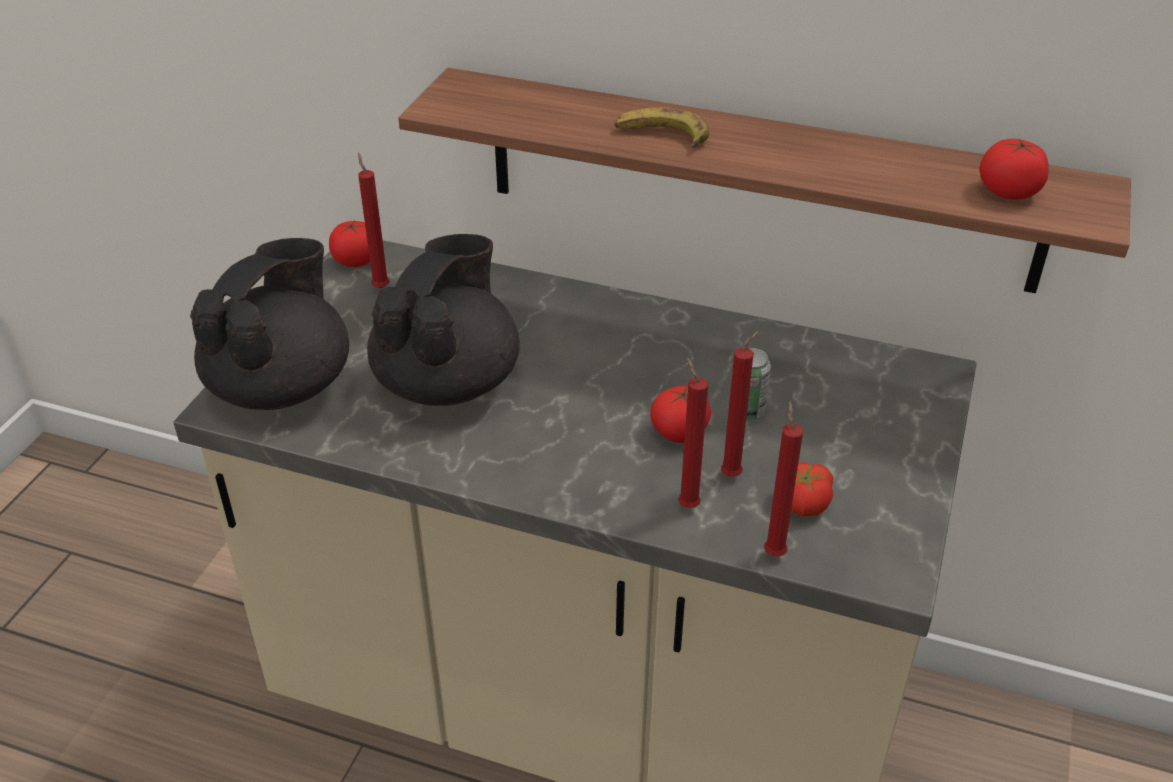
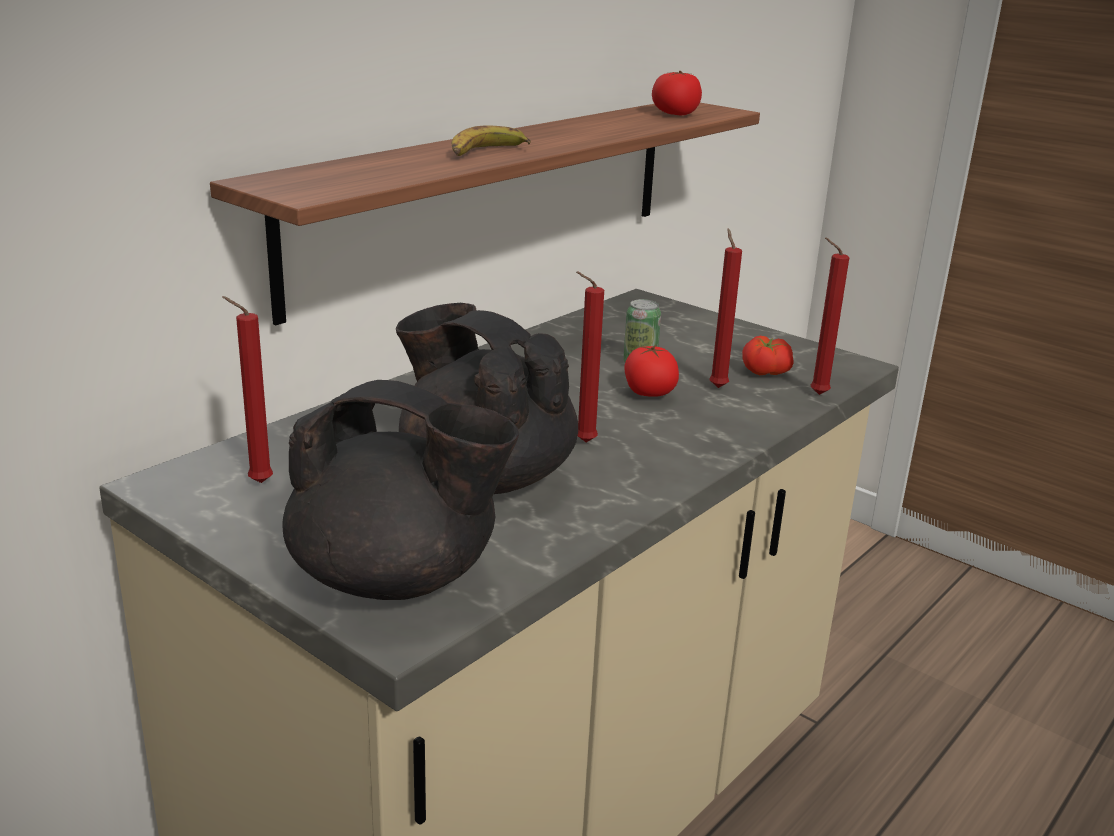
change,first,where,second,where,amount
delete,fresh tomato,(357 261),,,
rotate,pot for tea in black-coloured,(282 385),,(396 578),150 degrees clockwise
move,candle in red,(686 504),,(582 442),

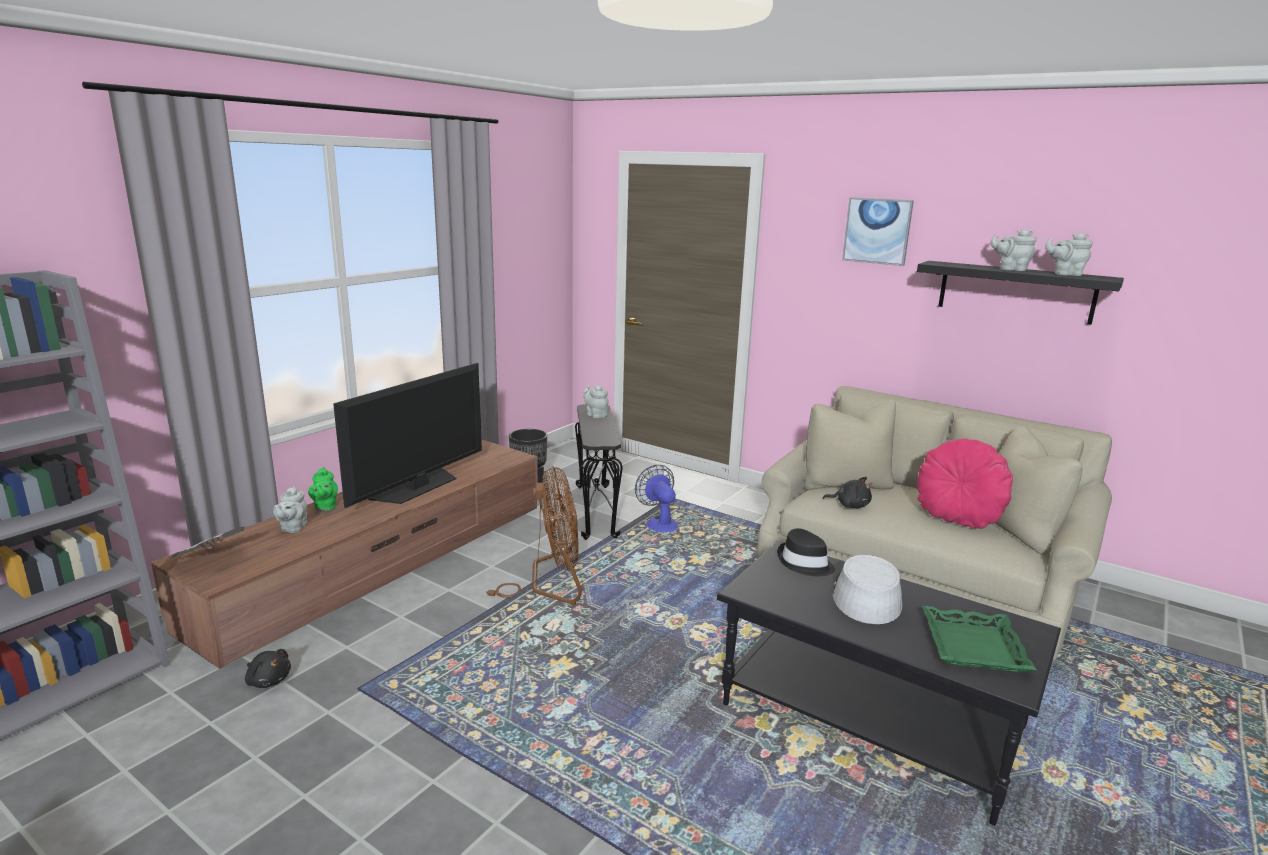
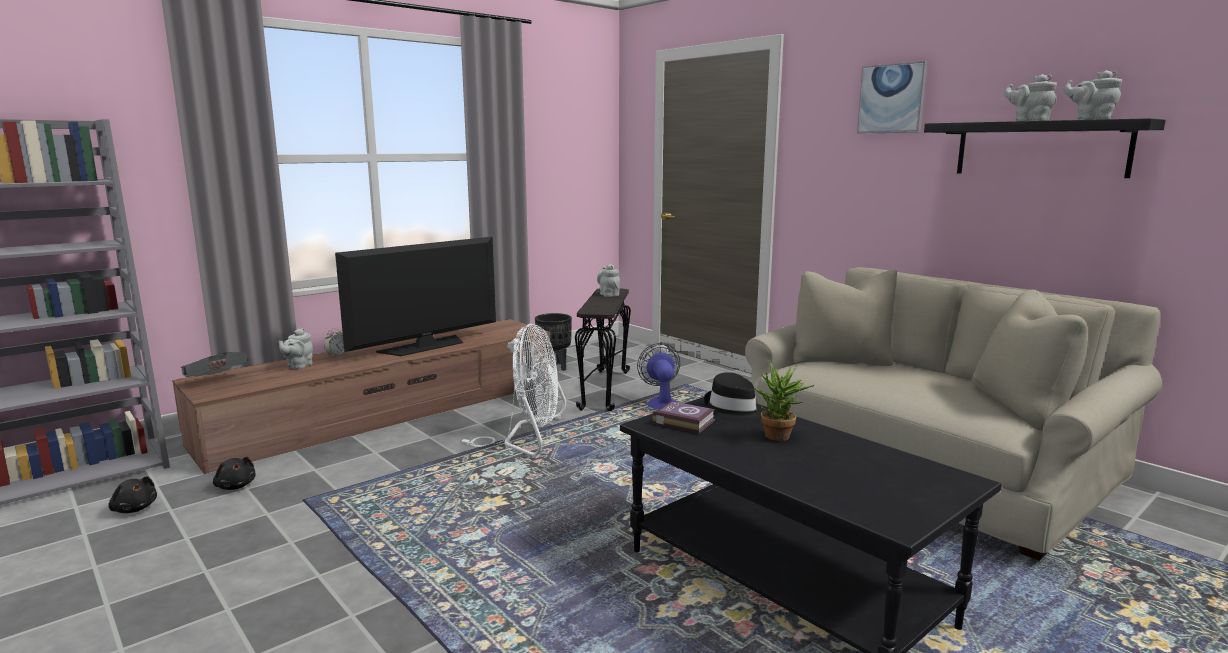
change,first,where,second,where,amount
delete,cushion in pinkish,(957 519),,,
recolor,fan in brown,(549 579),fan in white-coloured,(526 437),
replace,pot for tea in green,(325 507),alarm clock,(336 354),
move,soft toy in black-coloured,(850 505),,(134 509),
replace,hat in greyish,(865 596),houseplant,(780 438),
delete,tray in green,(974 646),,,
insert,,,book,(683 421),

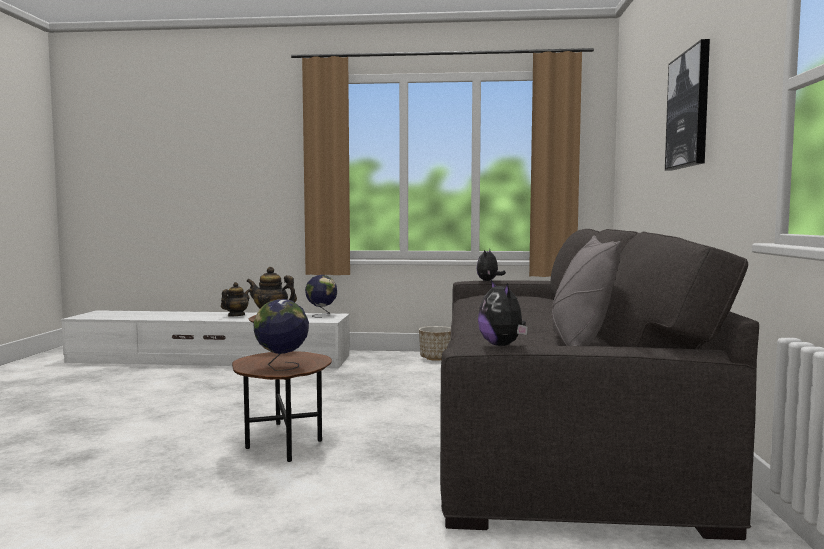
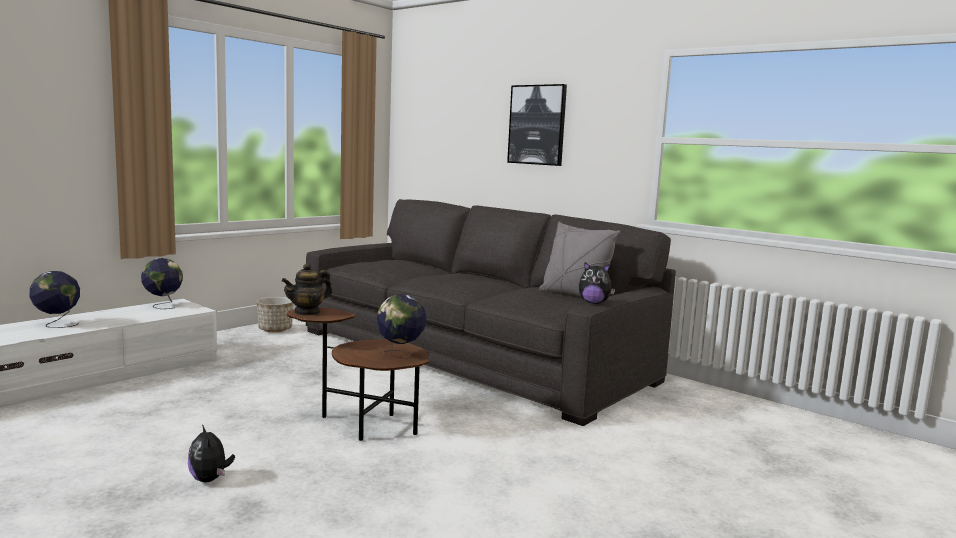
change,first,where,second,where,amount
move,soft toy,(488 281),,(210 479),
replace,pot for tea,(236 316),world globe,(57 324),

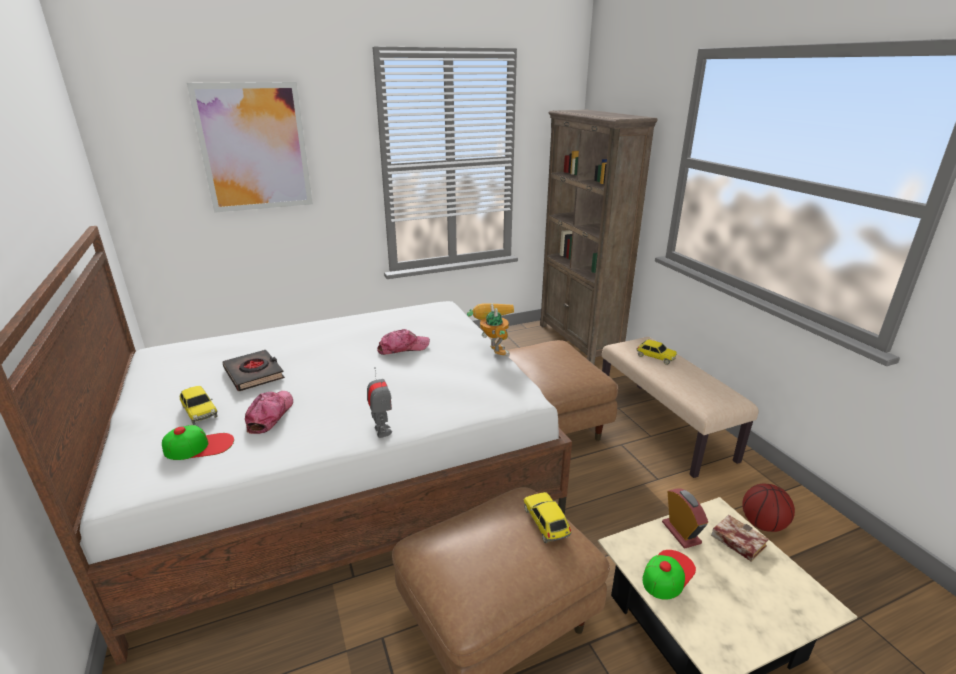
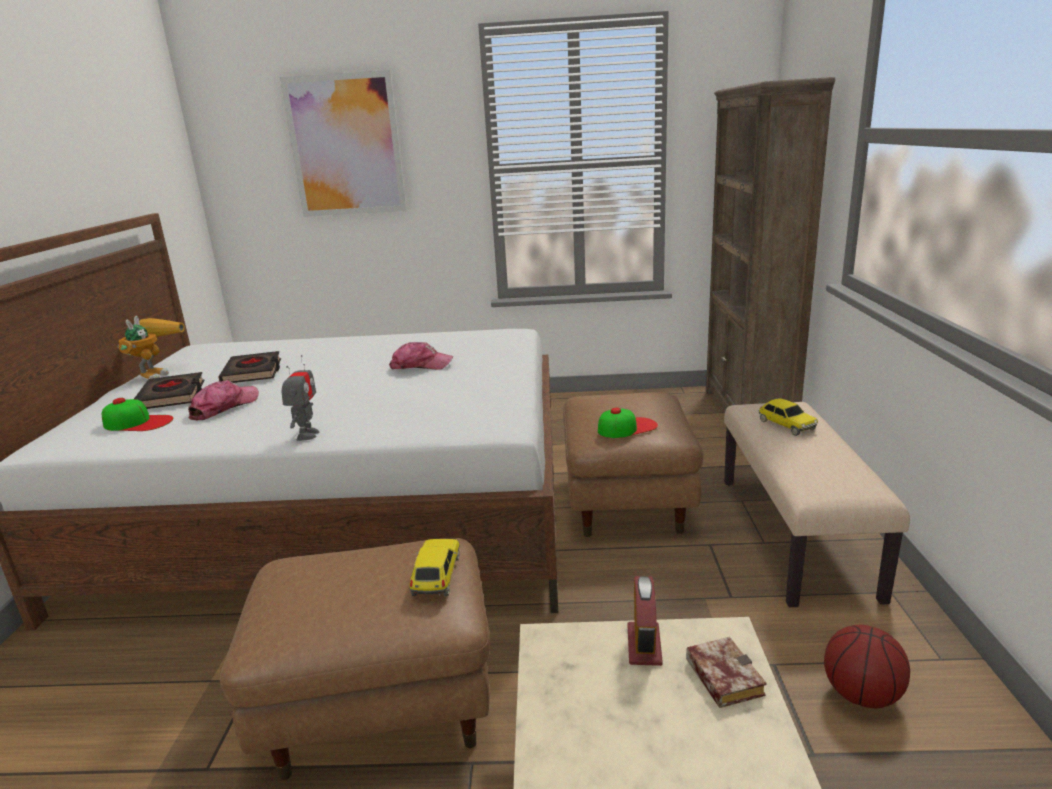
change,first,where,second,where,amount
move,model robot,(492 350),,(156 374),
replace,toy car,(199 411),book in black-coloured,(172 396),
move,baseball cap,(668 574),,(627 427),

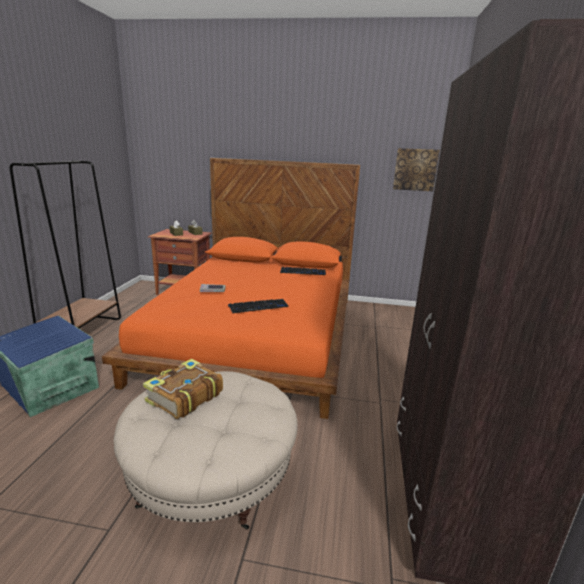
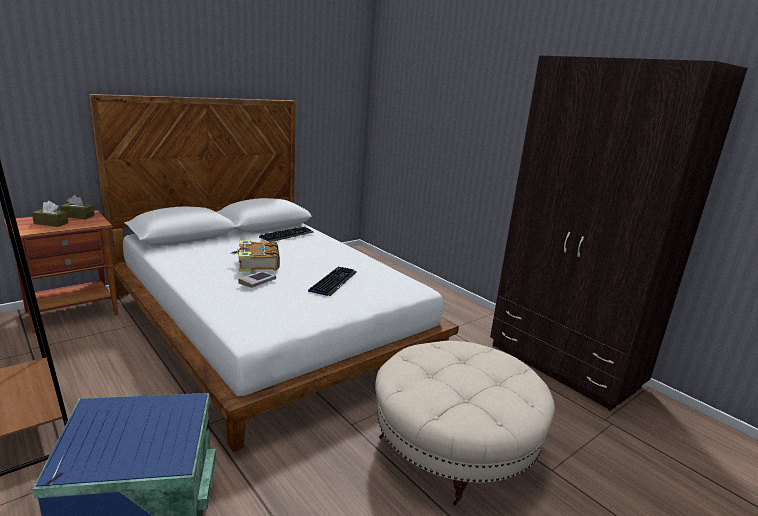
change,first,where,second,where,amount
delete,picture,(415 169),,,
recolor,bedroom bed in orangey,(257 335),bedroom bed in white-coloured,(270 324),
move,book,(183 397),,(257 264),

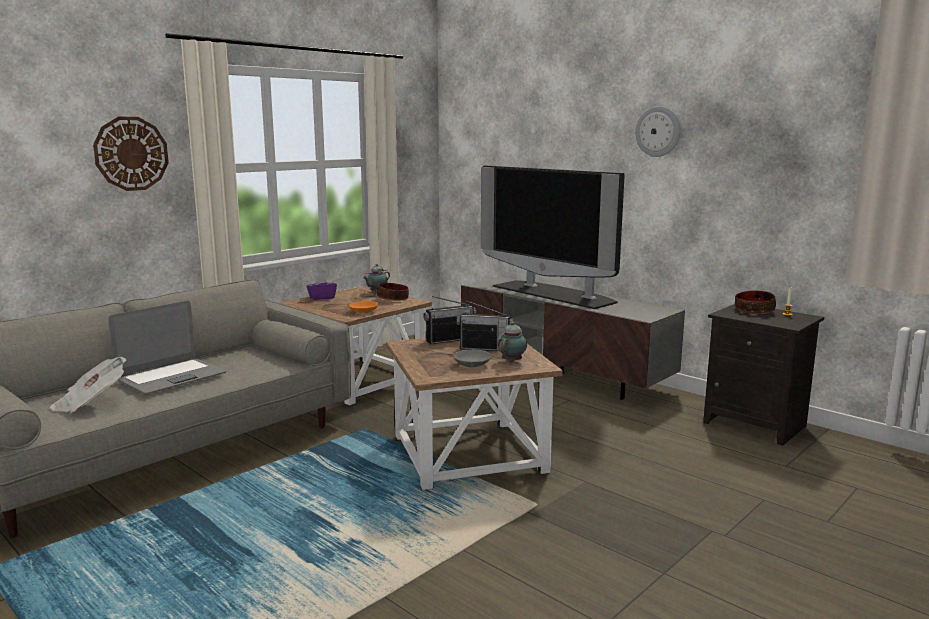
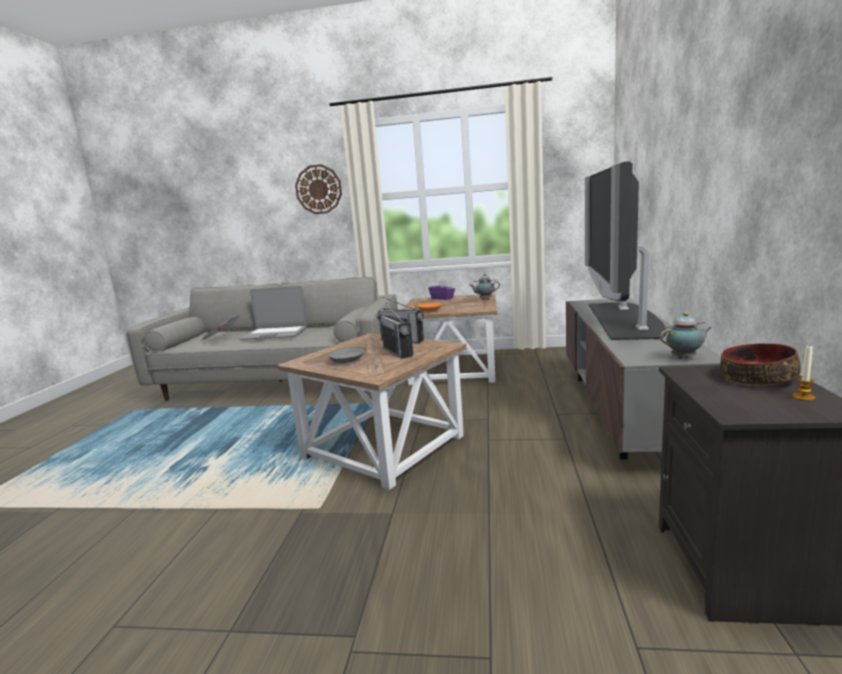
change,first,where,second,where,amount
delete,hanging clock,(658 131),,,
delete,bowl,(393 299),,,
move,pot for tea,(513 361),,(685 357),

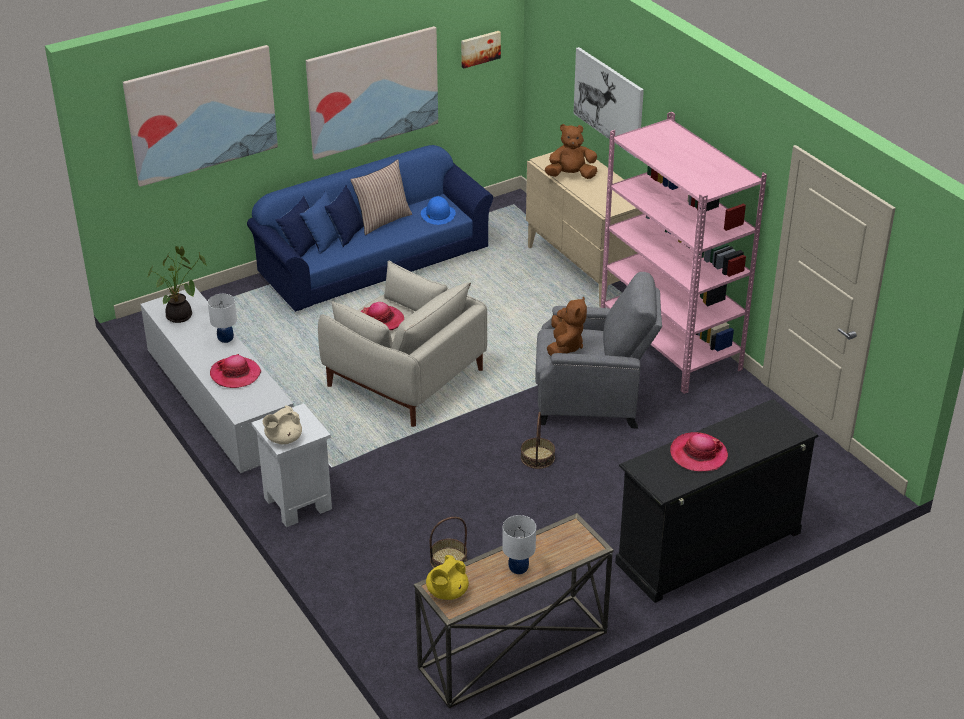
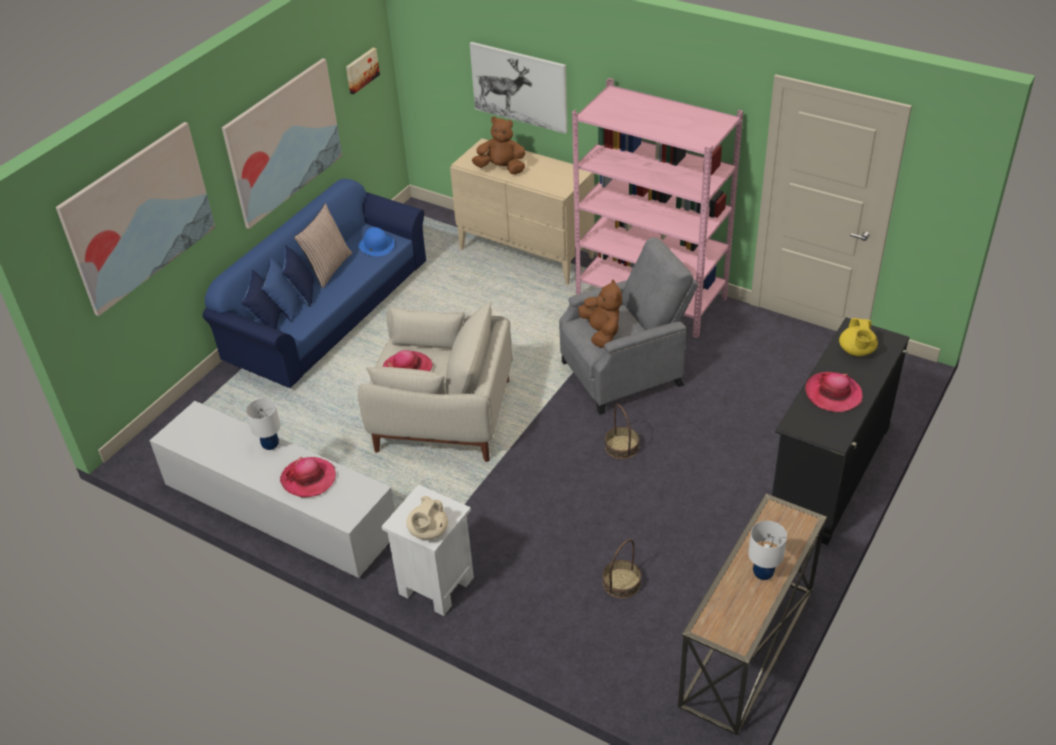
change,first,where,second,where,amount
rotate,soft toy in brown,(571 175),,(501 168),45 degrees clockwise
delete,houseplant,(181 317),,,
move,pot for tea in yellow-coloured,(447 593),,(856 351),

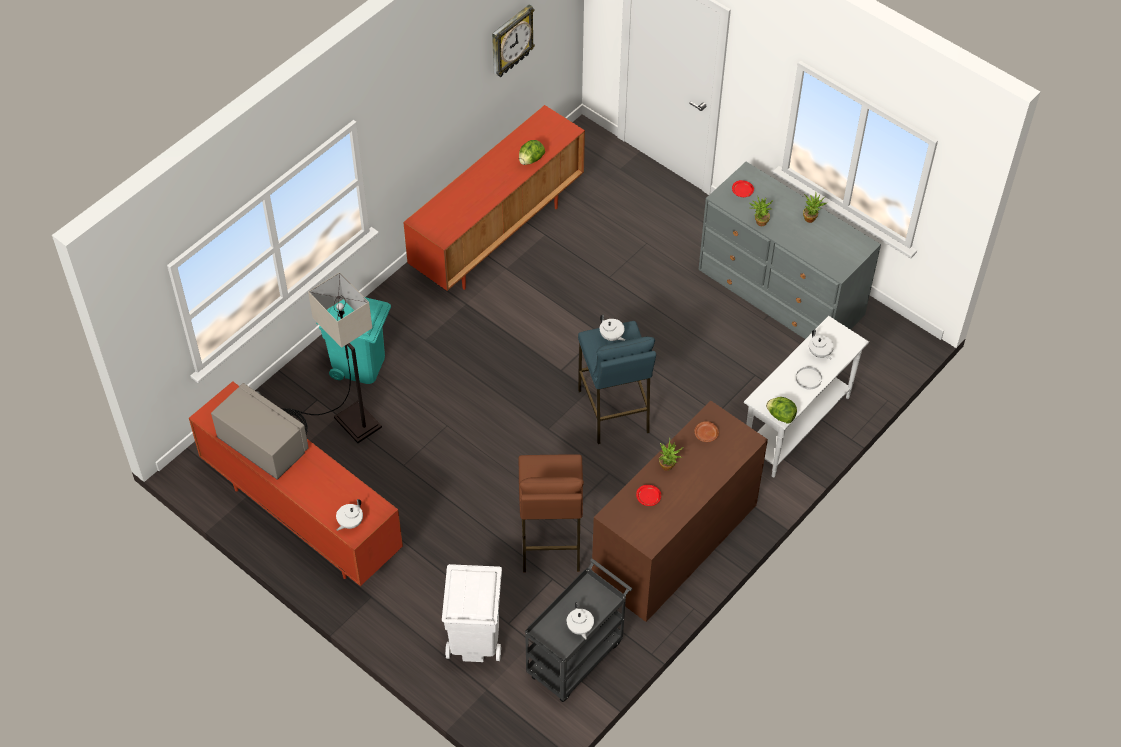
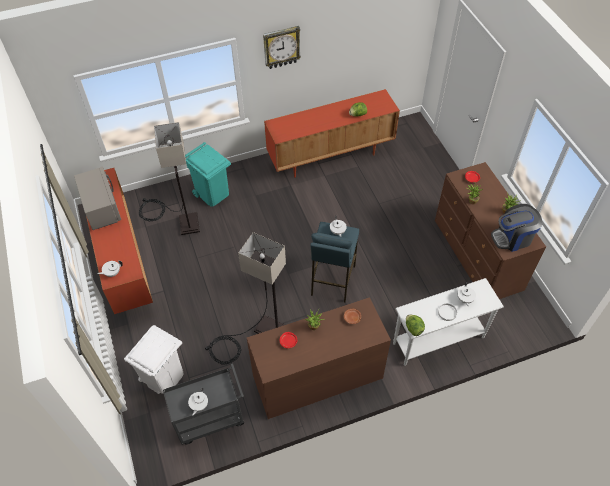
change,first,where,second,where,amount
move,hanging clock,(511 41),,(281 47),
recolor,drawer chest in greyish,(781 292),drawer chest in brown,(477 254),
replace,sitting stool in brown,(550 541),floor lamp,(245 340),
insert,,,coffee machine,(512 238),

